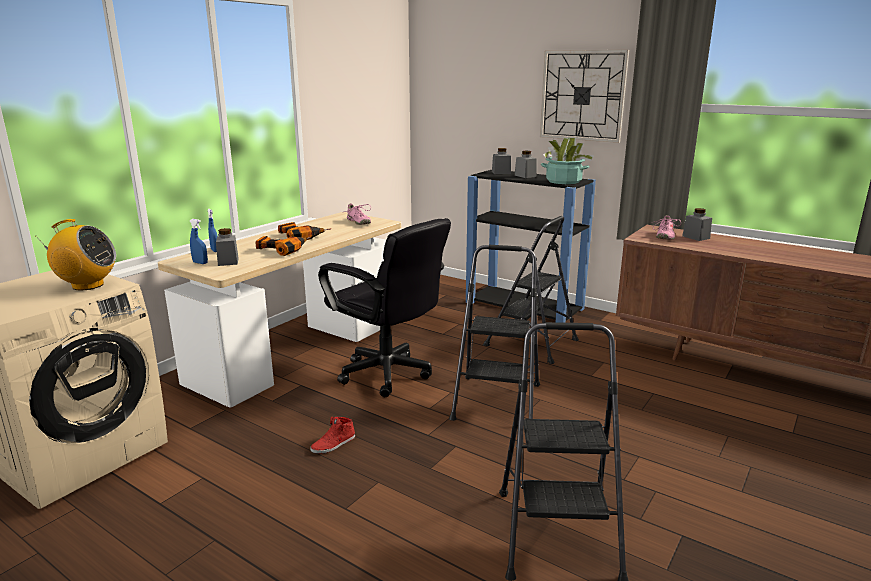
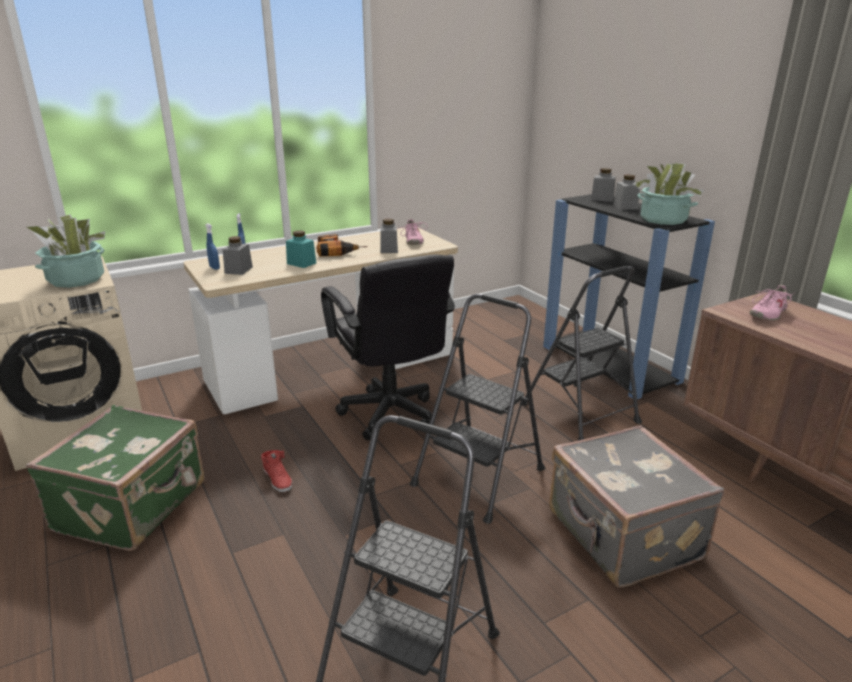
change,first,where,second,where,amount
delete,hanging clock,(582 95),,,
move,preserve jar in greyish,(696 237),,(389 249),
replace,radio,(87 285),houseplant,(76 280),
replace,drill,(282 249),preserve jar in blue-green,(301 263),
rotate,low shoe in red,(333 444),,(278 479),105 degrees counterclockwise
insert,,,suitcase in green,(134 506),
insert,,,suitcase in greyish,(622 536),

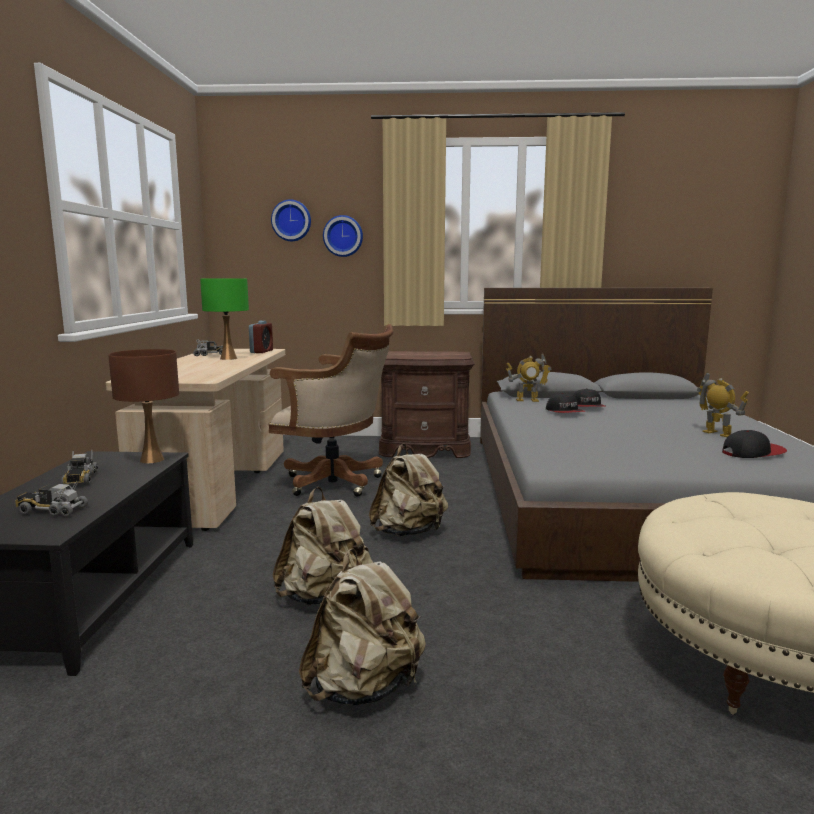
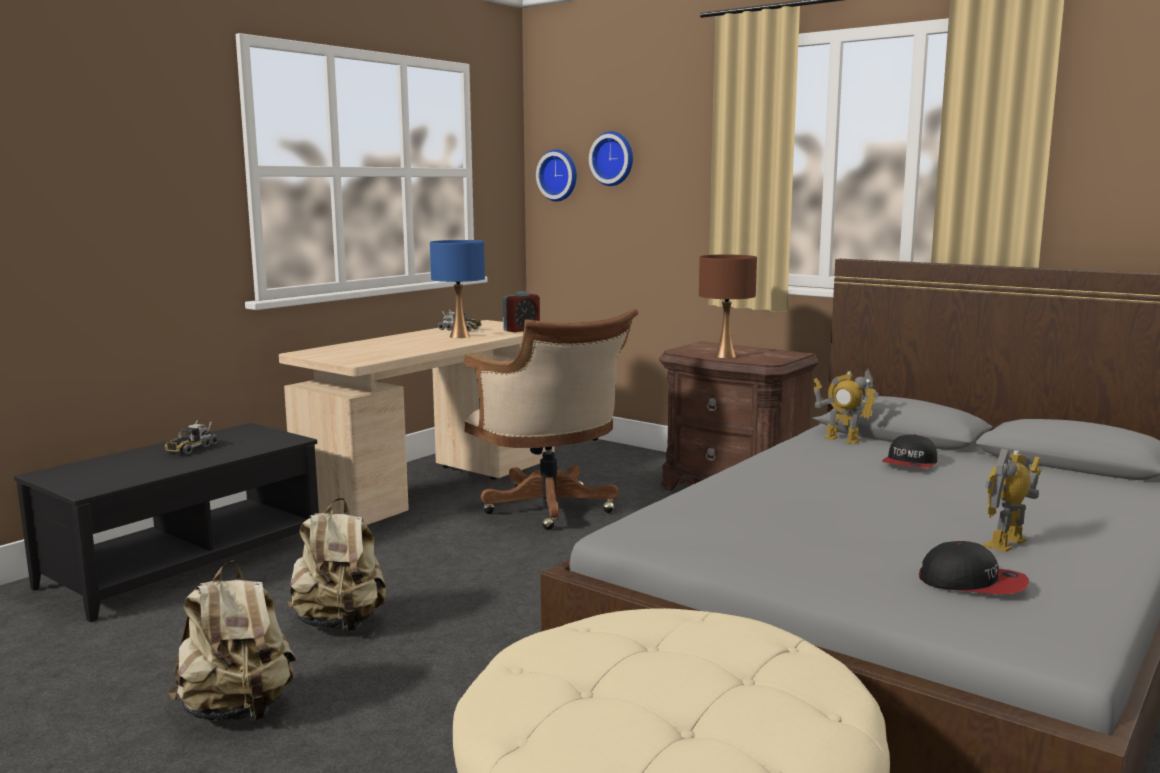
change,first,where,second,where,amount
move,hanging clock,(343 236),,(559 175),
recolor,table lamp in green,(229 358),table lamp in bluish,(460 336),
move,table lamp in brown,(152 460),,(725 356),
rotate,model robot,(717 433),,(1006 543),135 degrees counterclockwise
delete,baseball cap,(565 412),,,
delete,backpack in sand-coloured,(409 532),,,
delete,toy truck,(51 510),,,

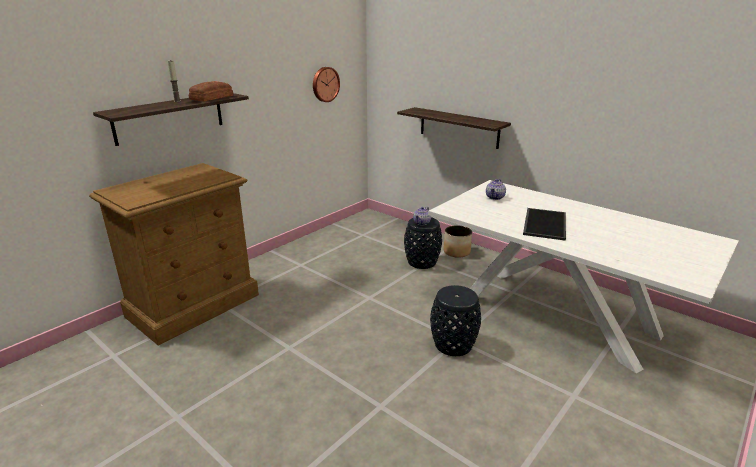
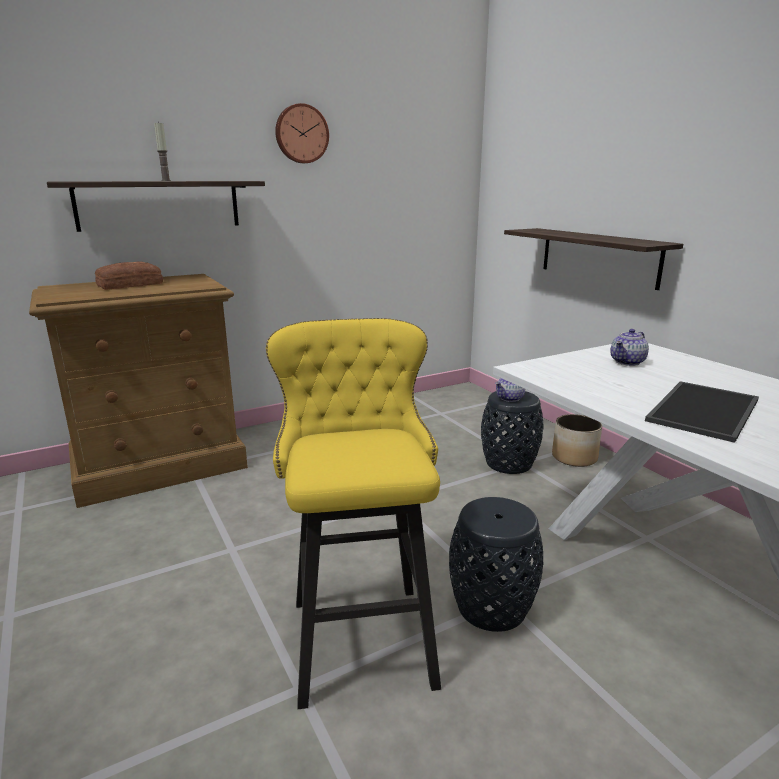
change,first,where,second,where,amount
move,hanging clock,(325 84),,(301 134),
move,bread,(210 97),,(129 285),
insert,,,sitting stool in yellow-coloured,(360 626),

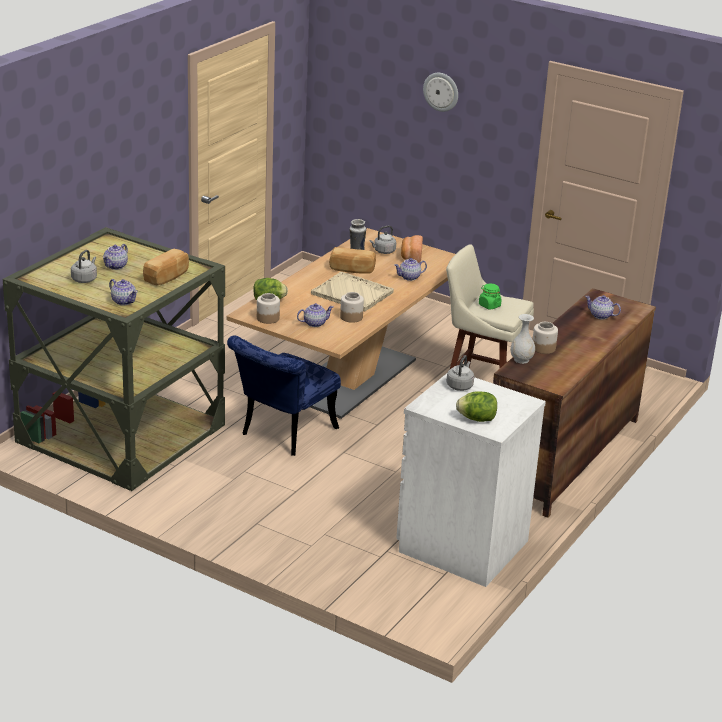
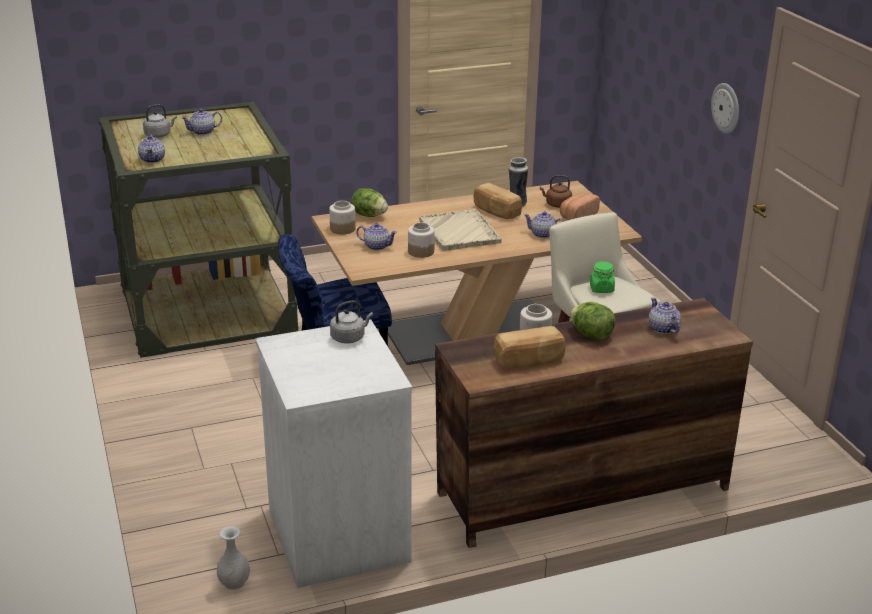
change,first,where,second,where,amount
move,hanging clock,(441 91),,(726 108),
recolor,water kettle in greyish,(383 251),water kettle in brown,(556 204),
move,bread,(167 277),,(529 361),
move,decorative vase in white-coloured,(521 359),,(234 582),
move,lettuce head,(477 419),,(591 335),

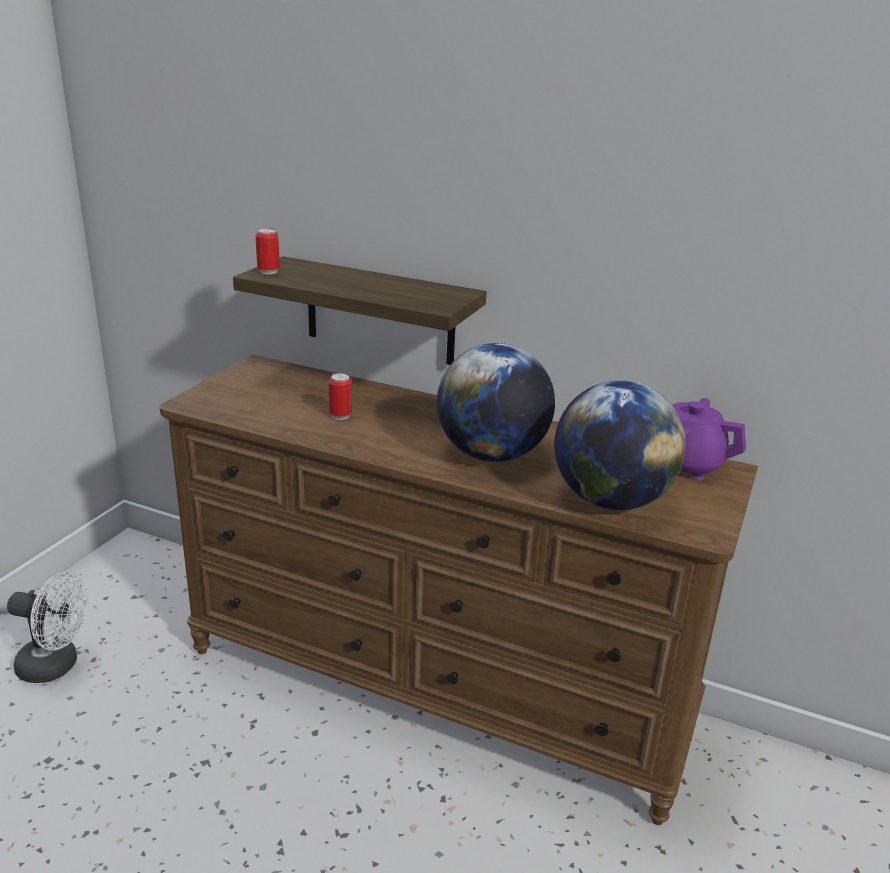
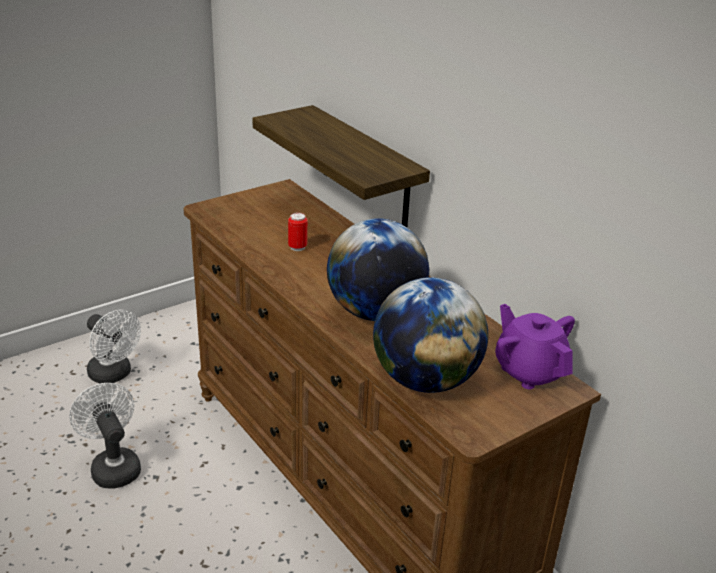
change,first,where,second,where,amount
delete,sealed can,(268 272),,,
insert,,,fan in white-coloured,(113 466),

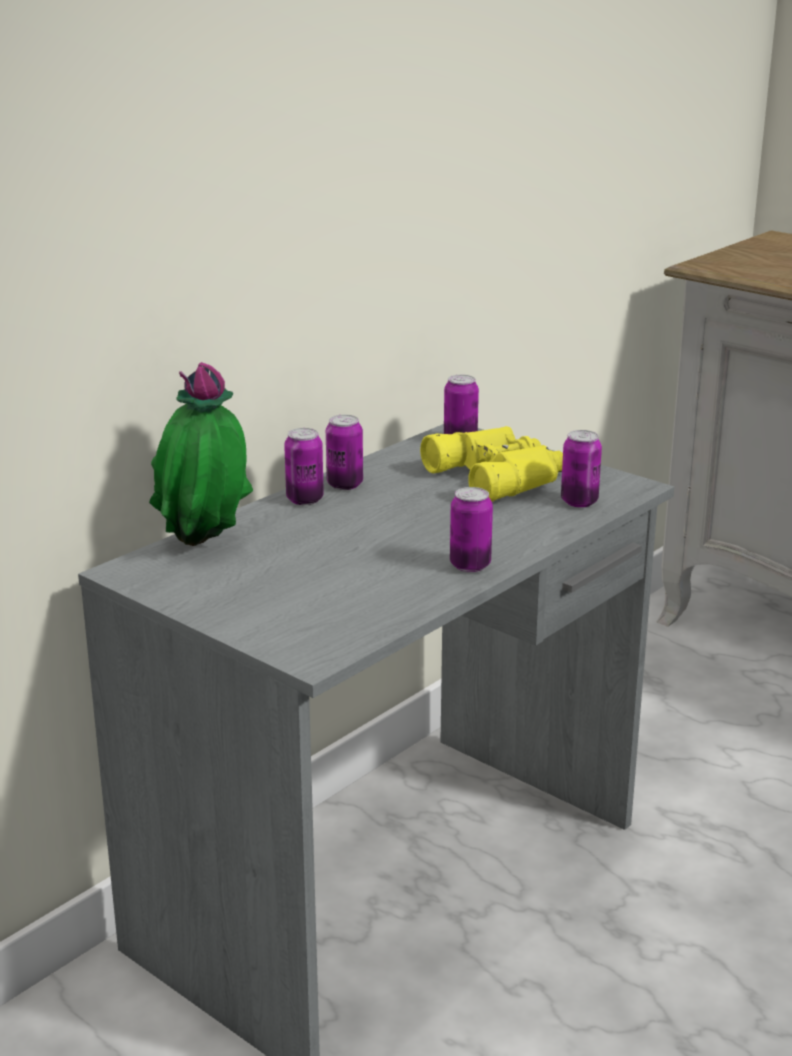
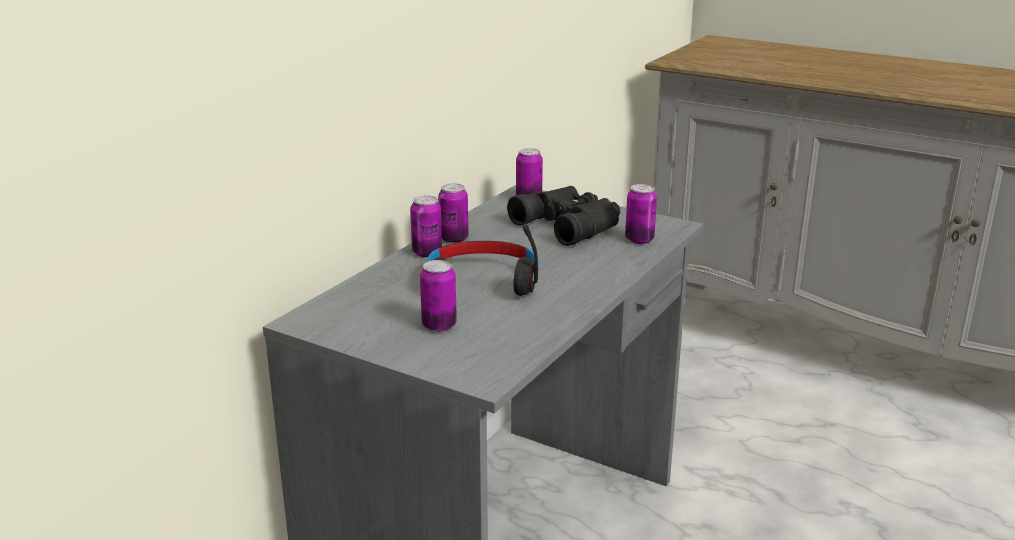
change,first,where,second,where,amount
delete,houseplant,(204 546),,,
recolor,field glasses in yellow-coloured,(501 476),field glasses in black-coloured,(571 224),
move,sealed can,(470 565),,(439 326),
insert,,,pair of headphones in black-coloured,(482 282),

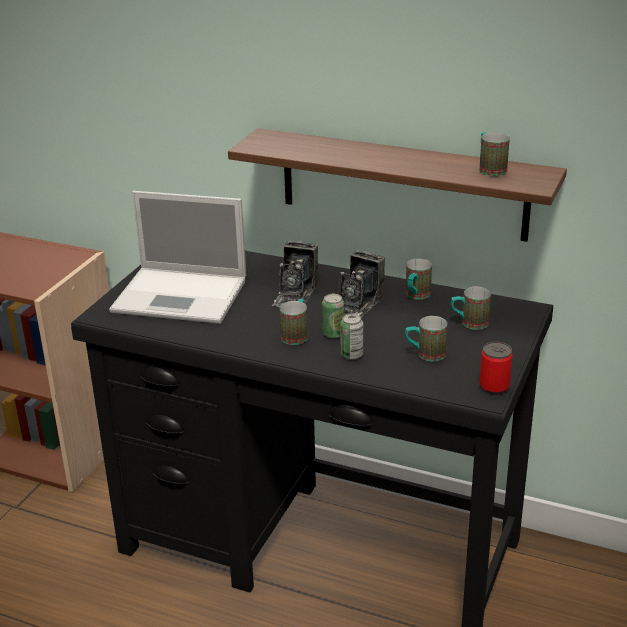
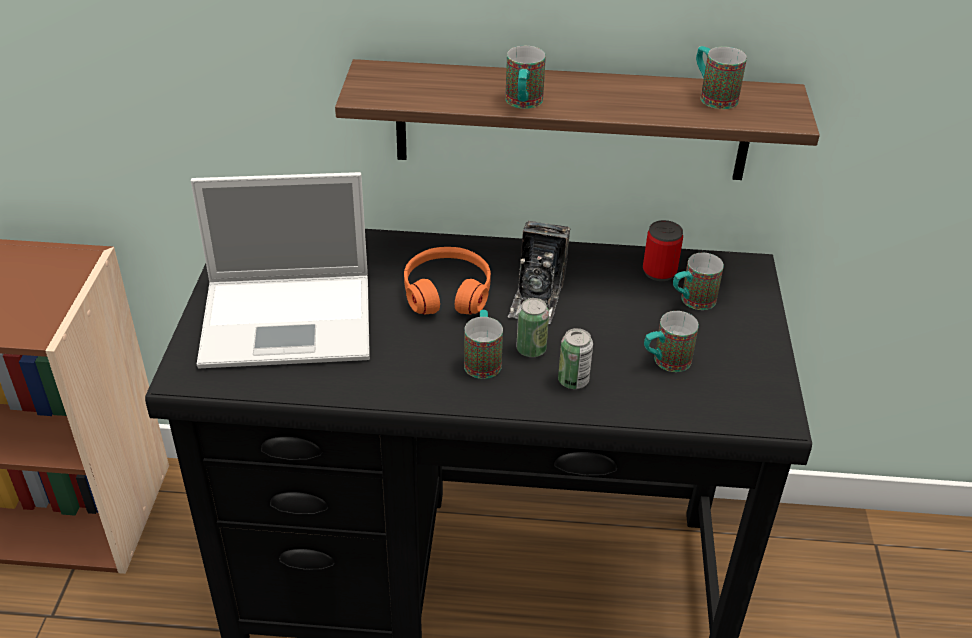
change,first,where,second,where,amount
replace,photo camera,(295 295),pair of headphones in orangey,(447 292),
move,mug,(415 296),,(523 104),
move,sealed can,(494 387),,(659 271),

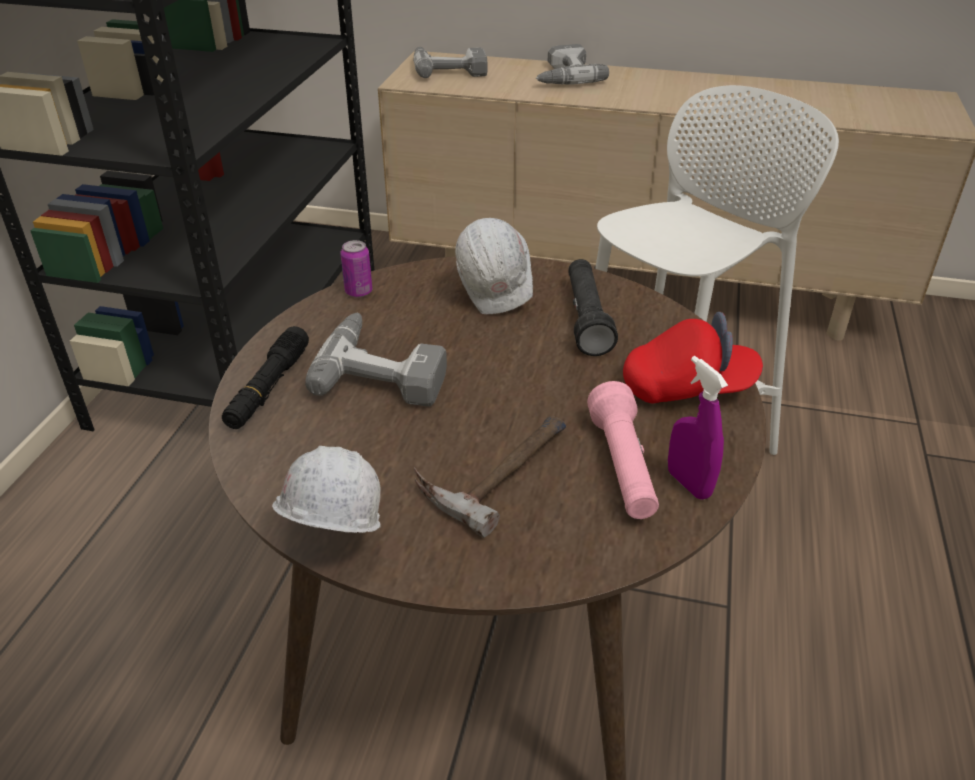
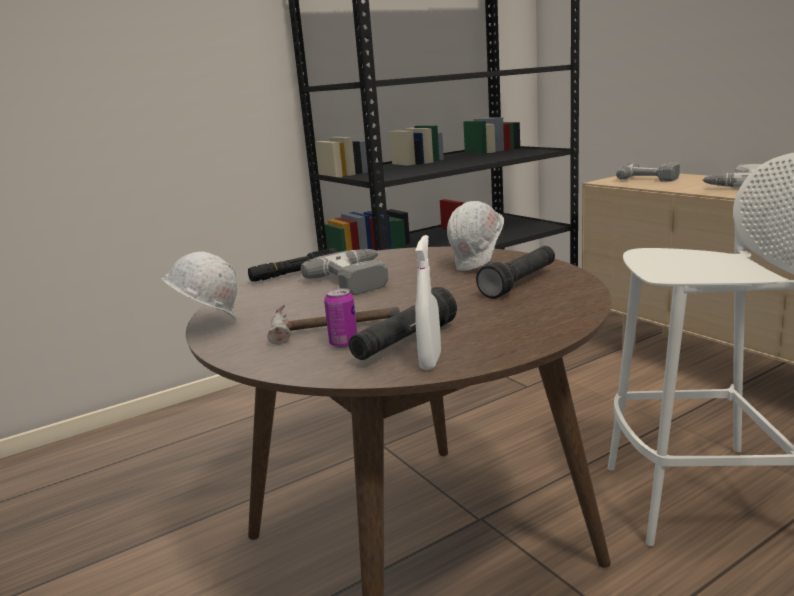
change,first,where,second,where,amount
move,sealed can,(358 292),,(343 343),
delete,baseball cap in red,(687 387),,,
recolor,hand sprayer in purple-coloured,(688 484),hand sprayer in white-coloured,(430 361),
recolor,torch in pinkish,(622 467),torch in black-coloured,(404 343),

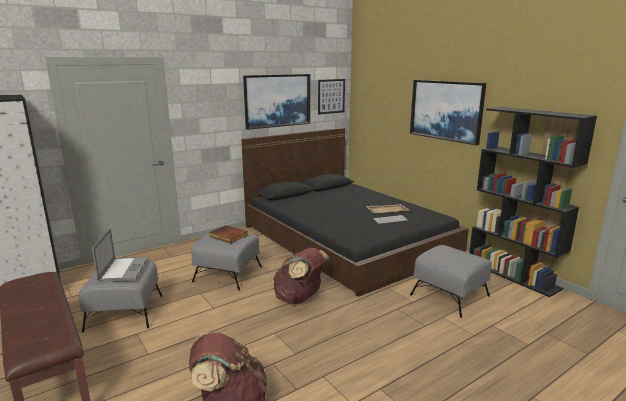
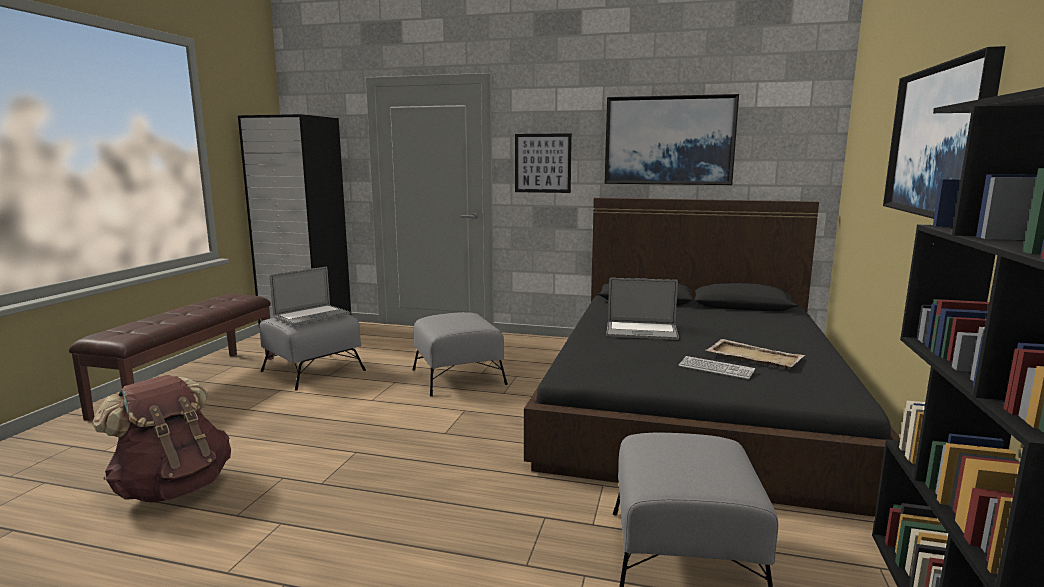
change,first,where,second,where,amount
move,picture,(331 96),,(542 163),
delete,book,(227 236),,,
delete,backpack in brown,(299 298),,,
insert,,,notebook computer,(641 331),

